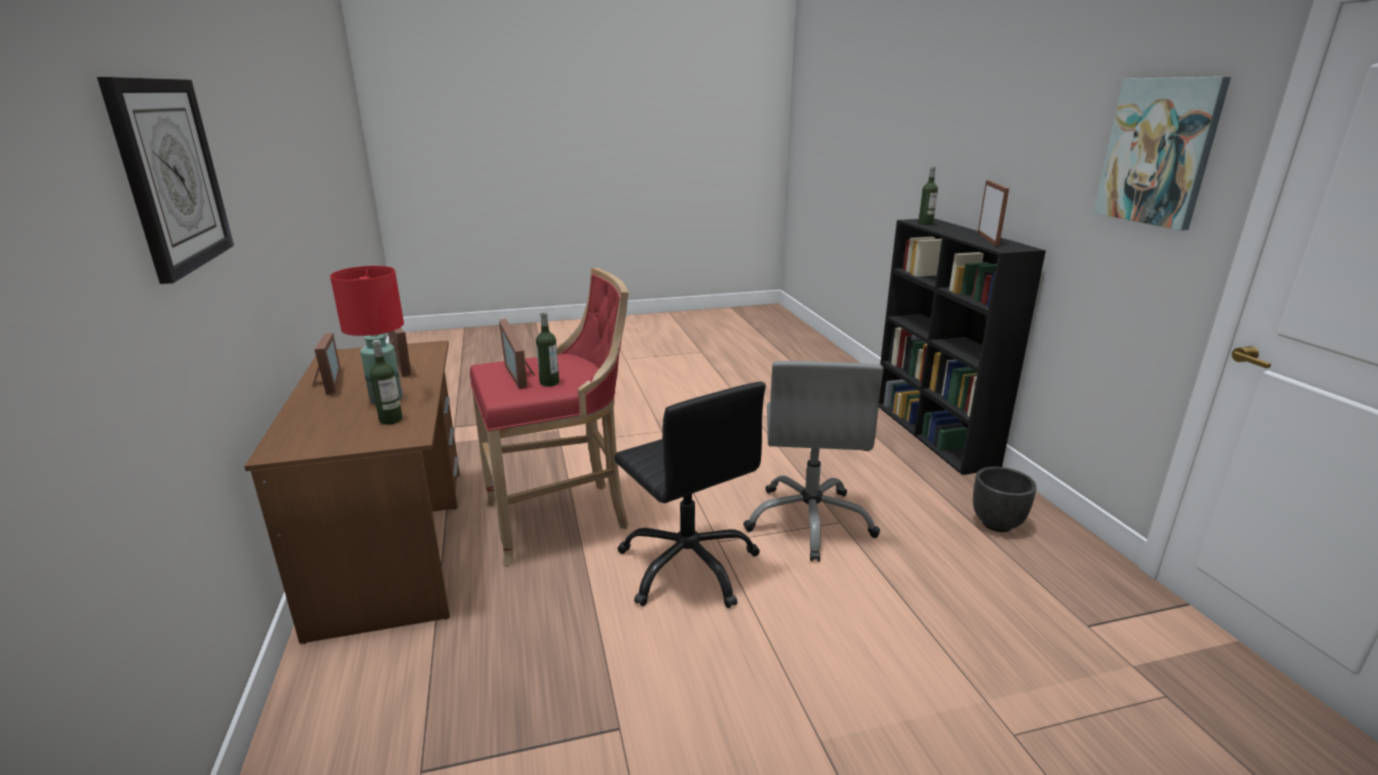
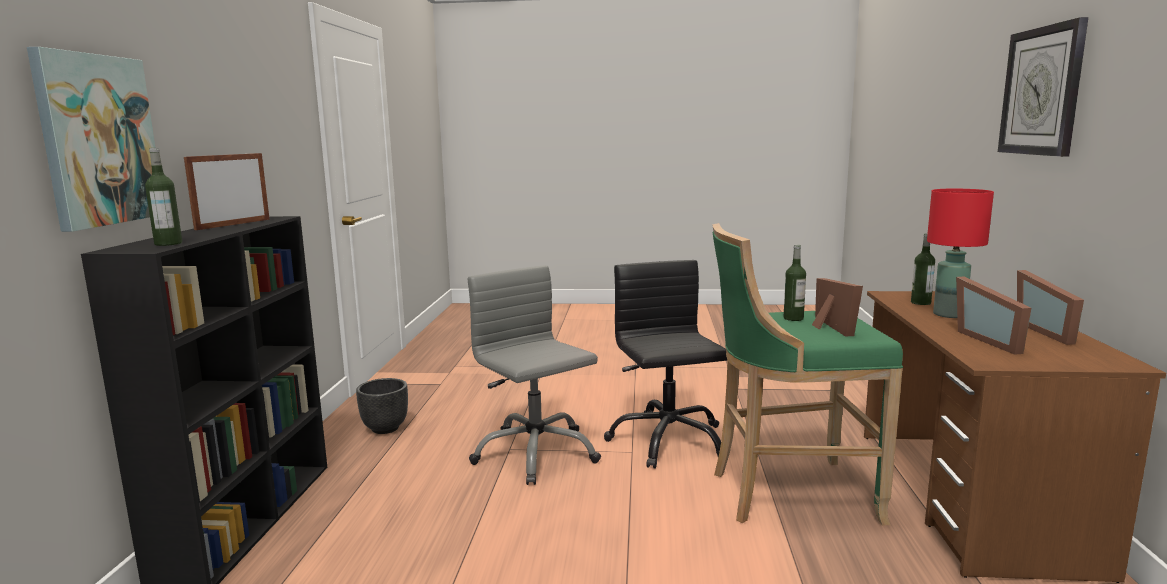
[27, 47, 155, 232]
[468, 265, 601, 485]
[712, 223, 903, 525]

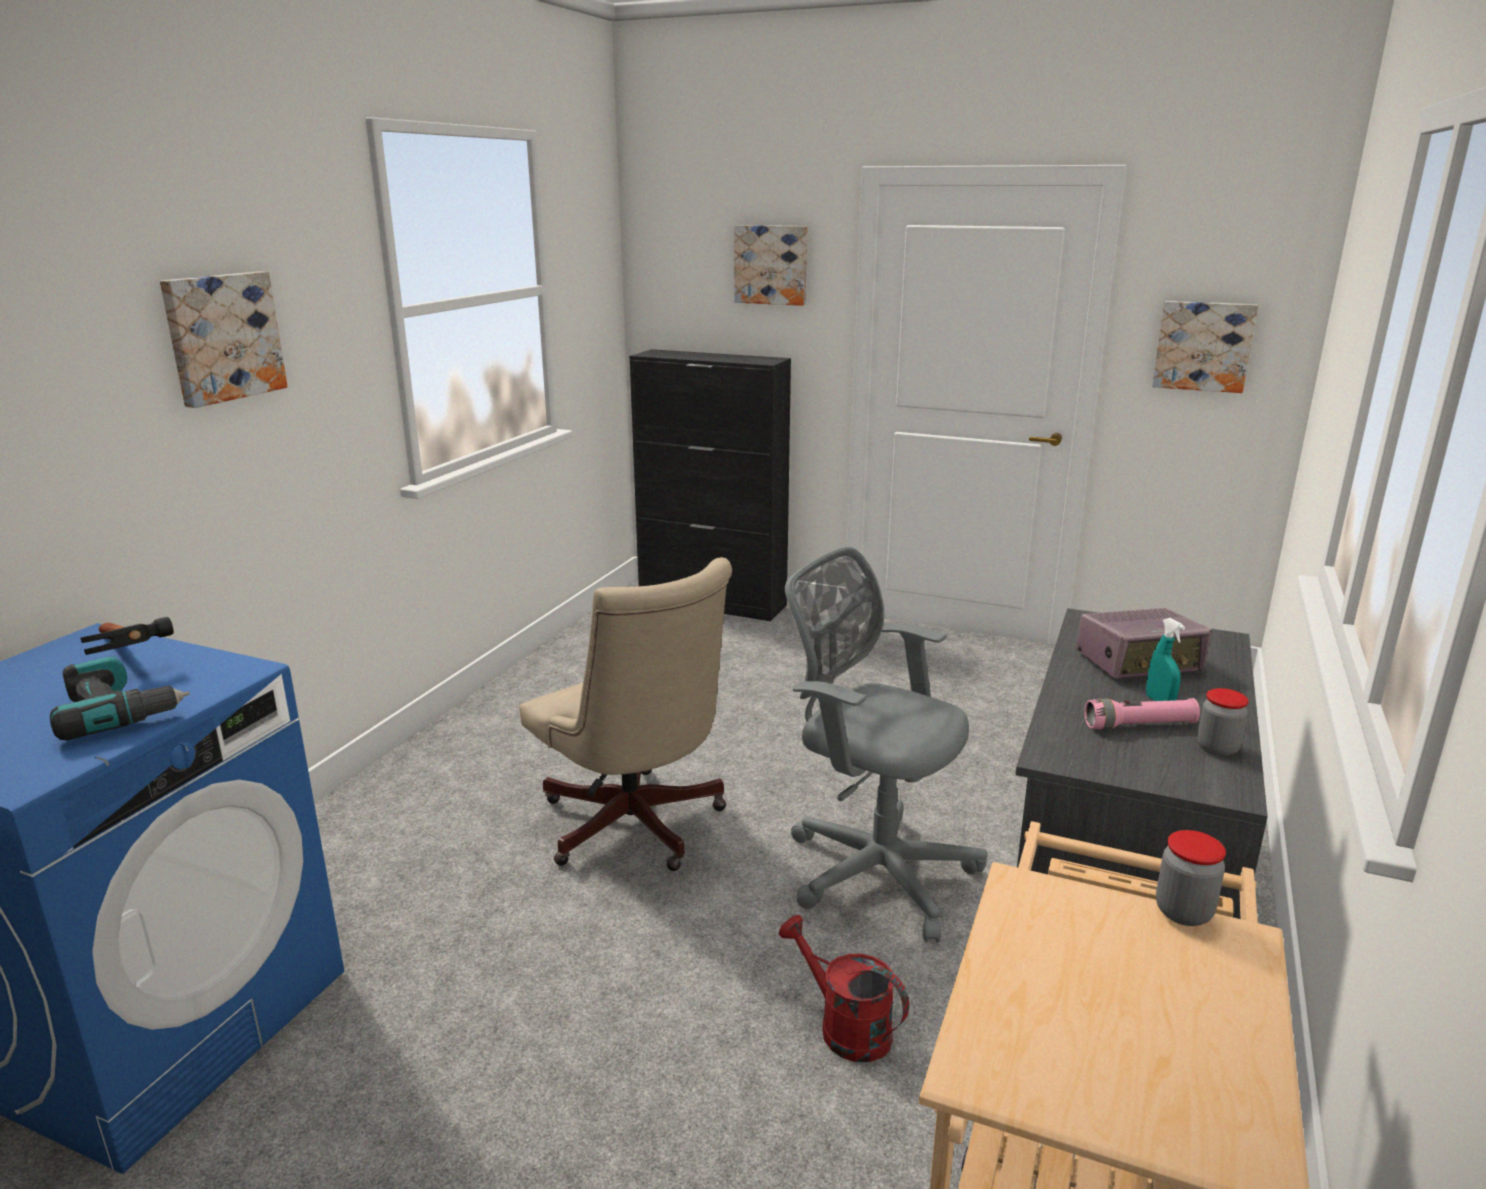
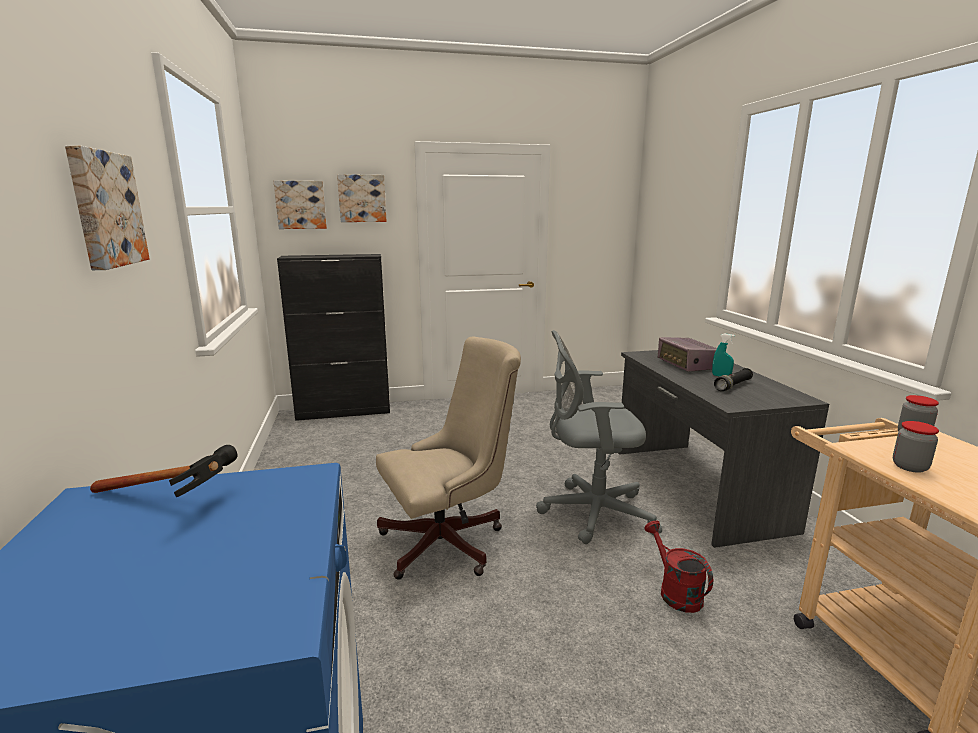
[274, 180, 327, 229]
[376, 337, 521, 580]
[644, 521, 713, 613]
[658, 337, 717, 372]
[714, 368, 753, 391]
[893, 421, 939, 473]
[50, 656, 190, 740] (first image)

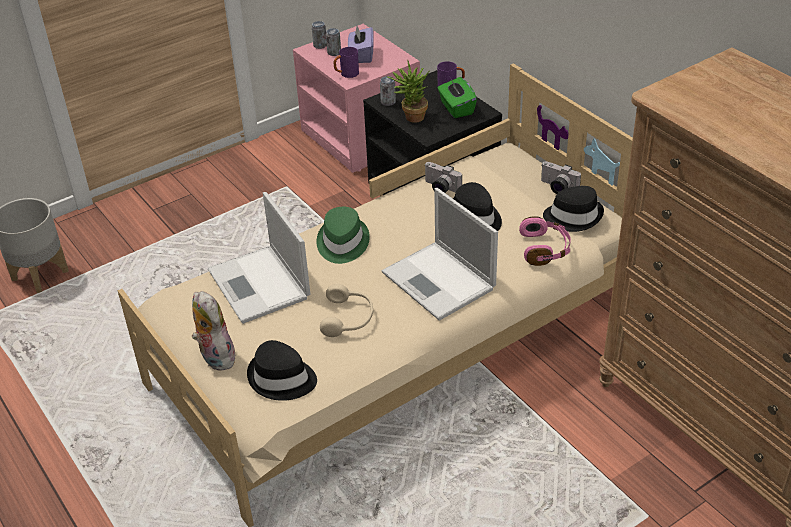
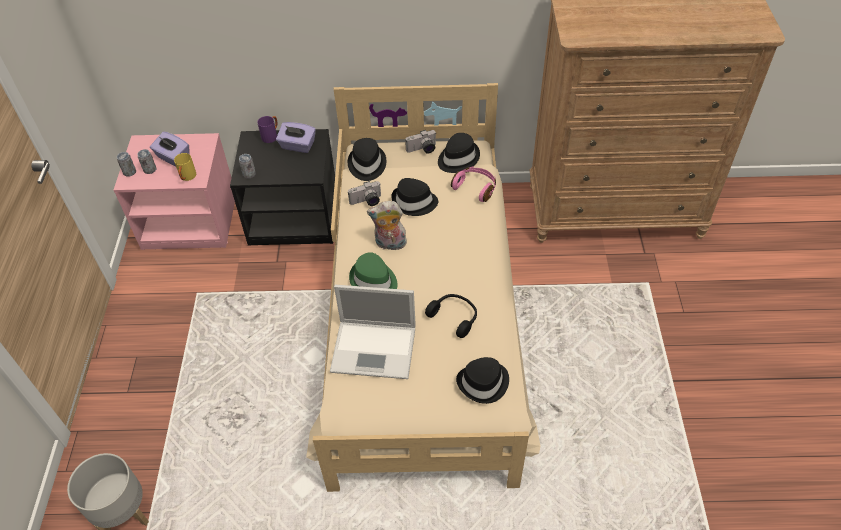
[174, 153, 196, 181]
[276, 122, 316, 153]
[348, 138, 386, 181]
[367, 201, 407, 250]
[425, 294, 477, 338]
[382, 188, 498, 321] (first image)
[387, 60, 429, 123] (first image)

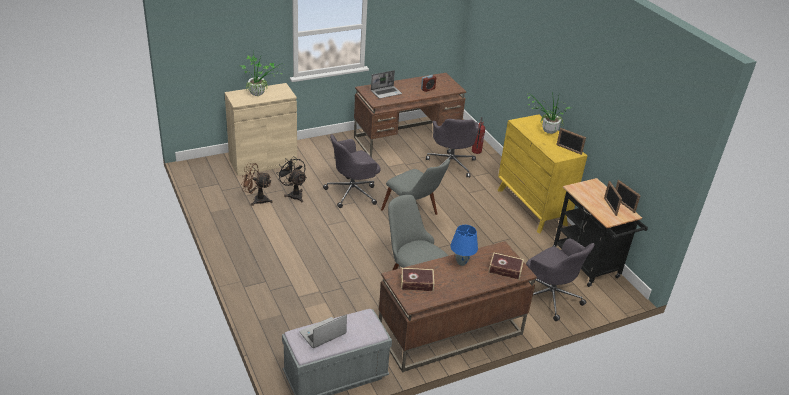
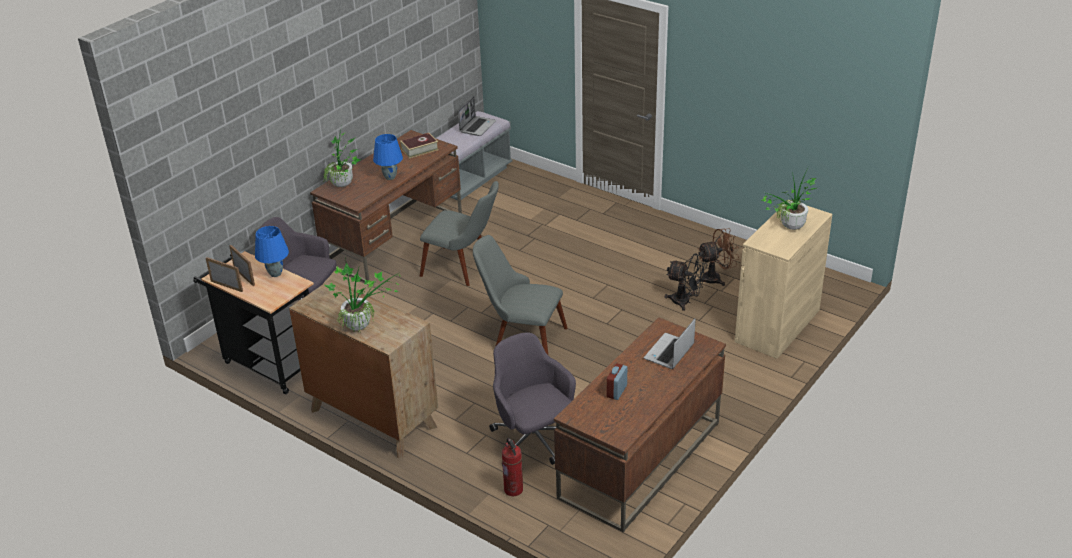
[255, 226, 289, 277]
[289, 279, 438, 458]
[324, 126, 360, 187]
[323, 134, 381, 208] (first image)
[556, 128, 586, 155] (first image)

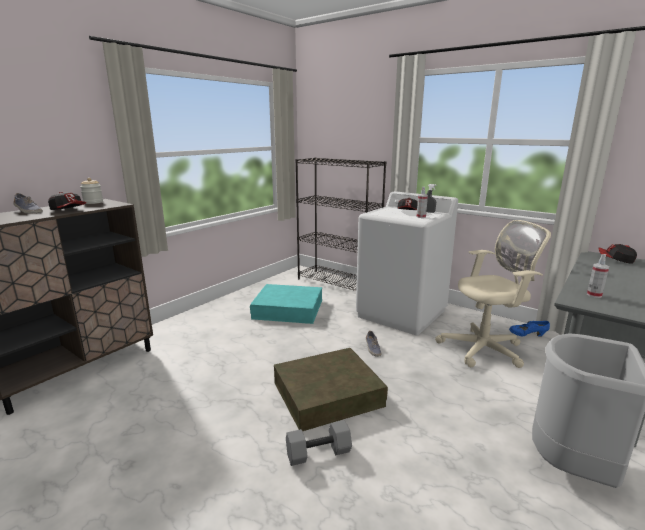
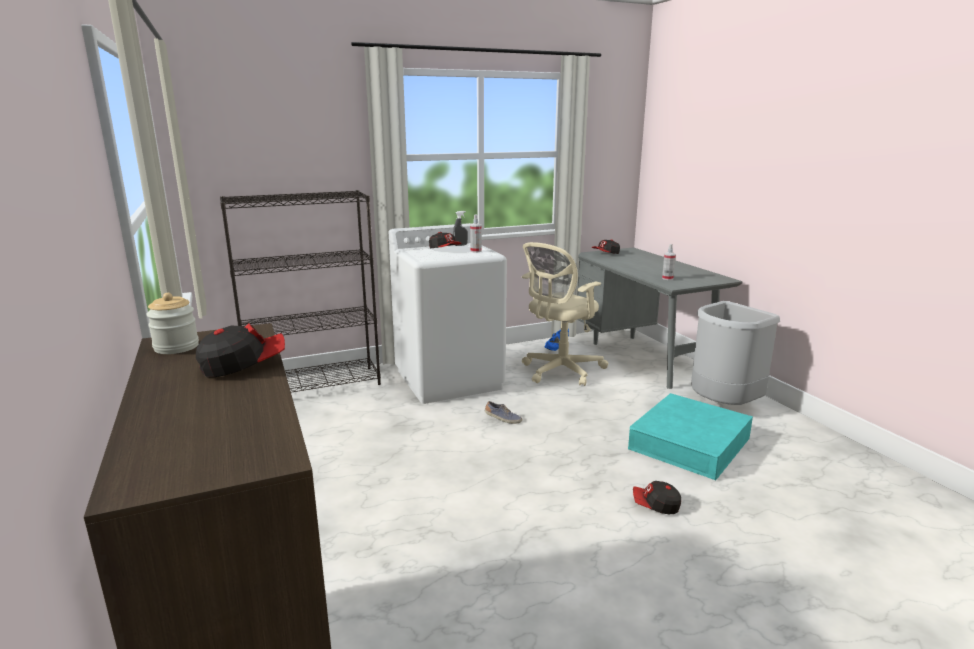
[522, 242, 608, 386]
[628, 393, 753, 480]
[633, 481, 681, 514]
[13, 193, 43, 214] (first image)
[274, 348, 388, 431] (first image)

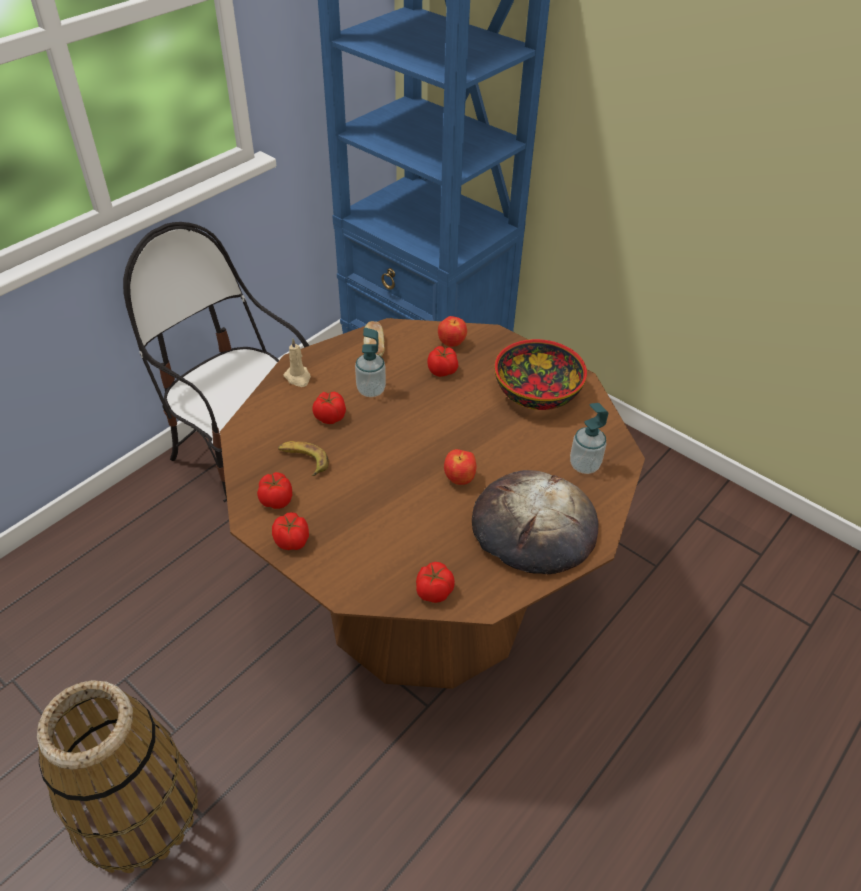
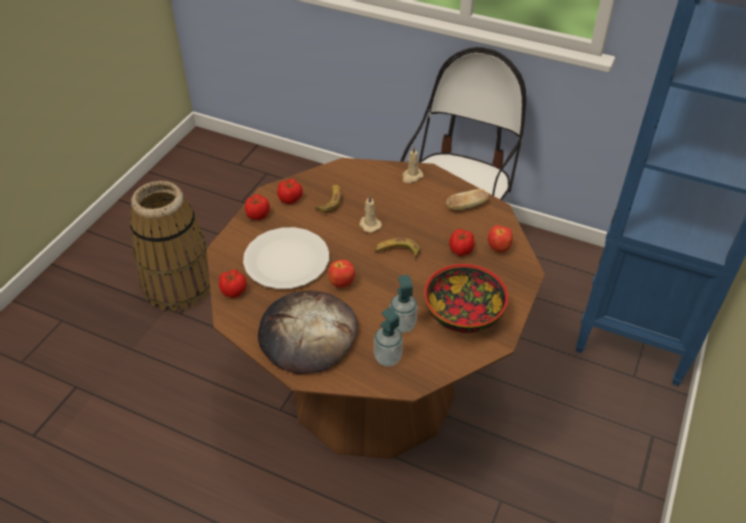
[243, 227, 329, 289]
[359, 195, 382, 233]
[375, 237, 420, 258]
[390, 275, 418, 333]
[312, 391, 346, 424] (first image)

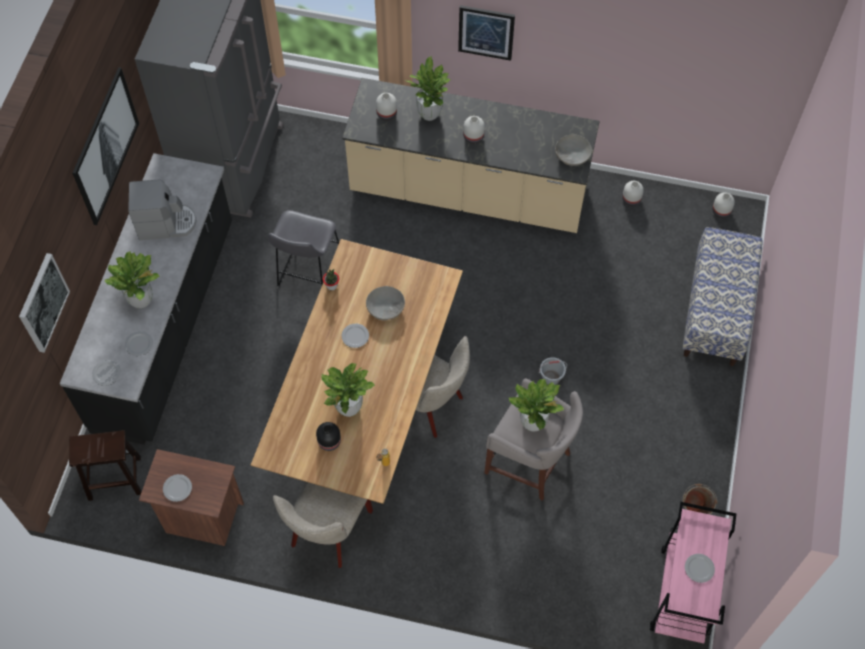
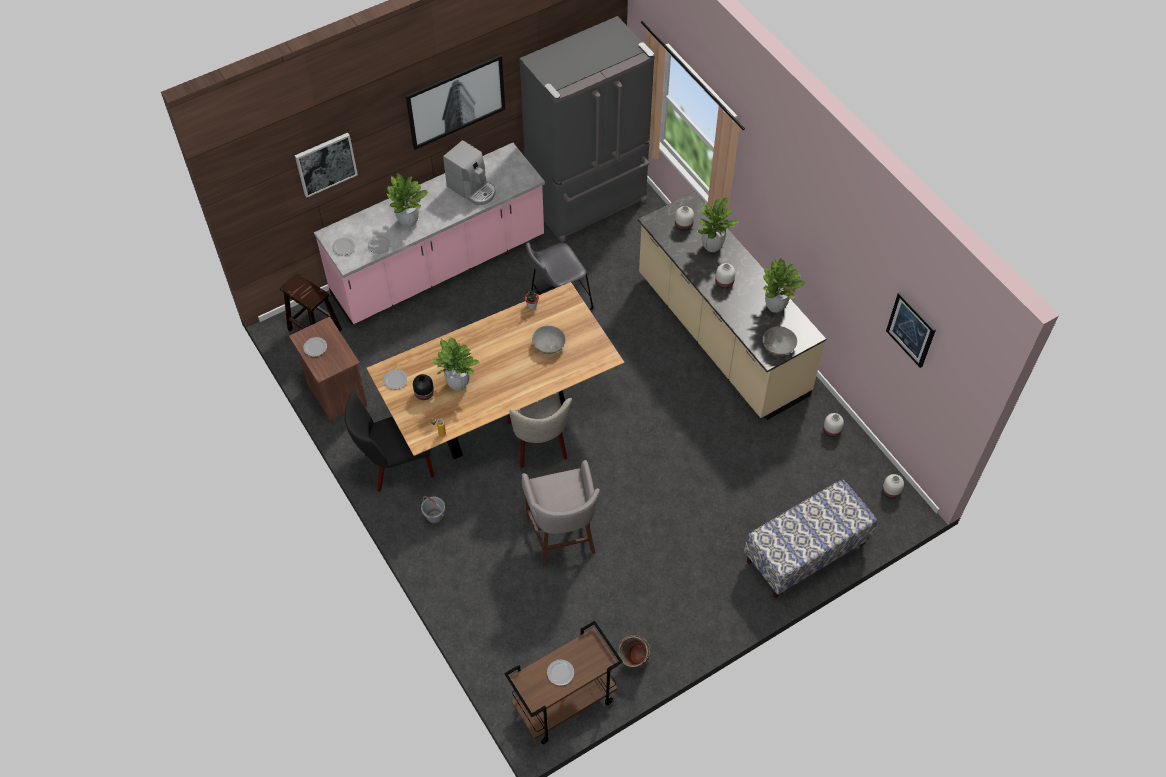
[314, 143, 545, 325]
[345, 392, 434, 492]
[383, 369, 408, 389]
[421, 496, 445, 524]
[504, 621, 623, 744]
[763, 258, 806, 313]
[886, 292, 936, 368]

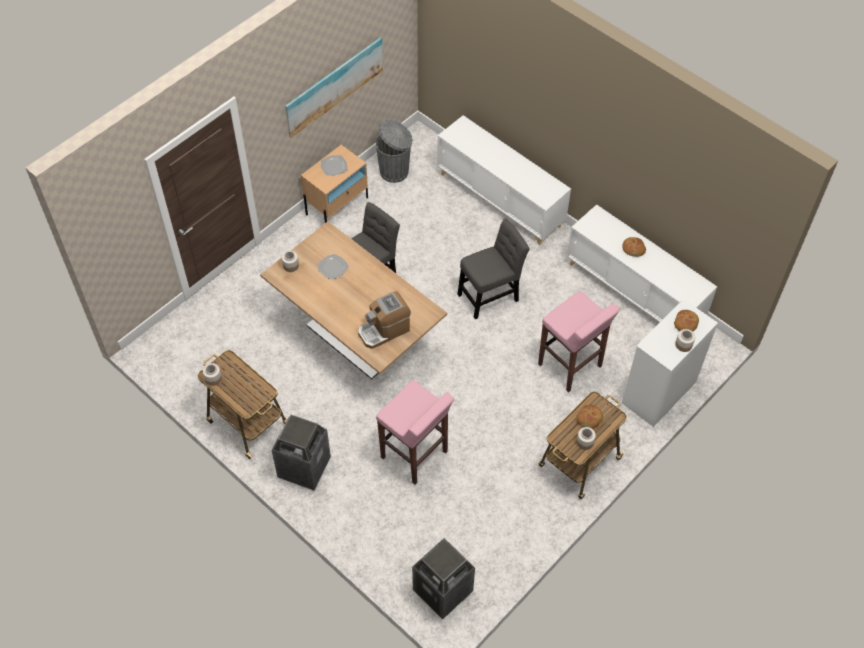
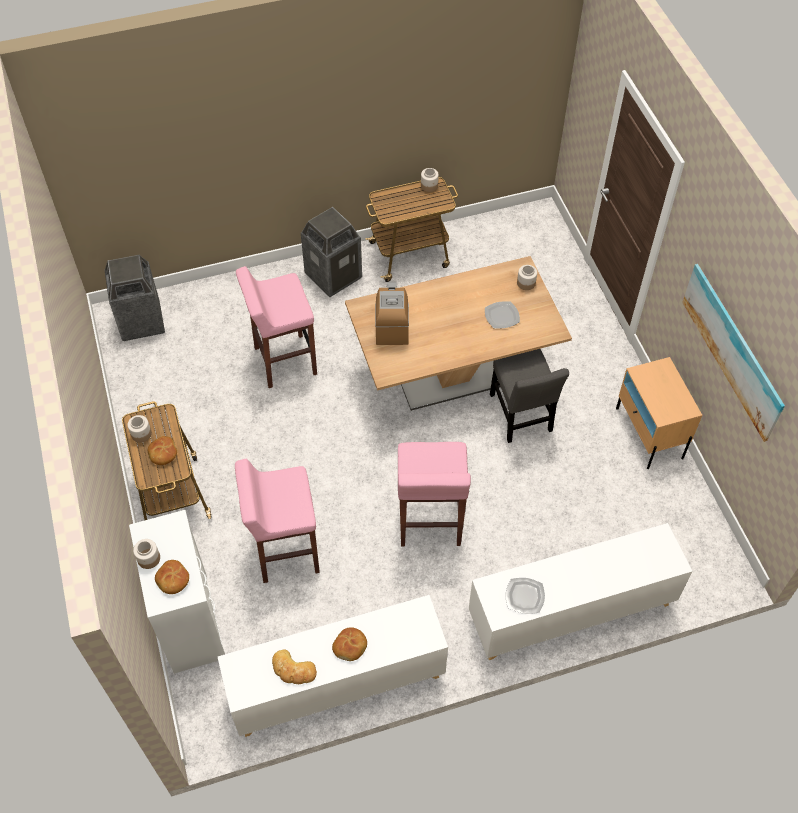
[272, 650, 317, 684]
[398, 442, 471, 546]
[506, 578, 545, 614]
[376, 119, 413, 183] (first image)

